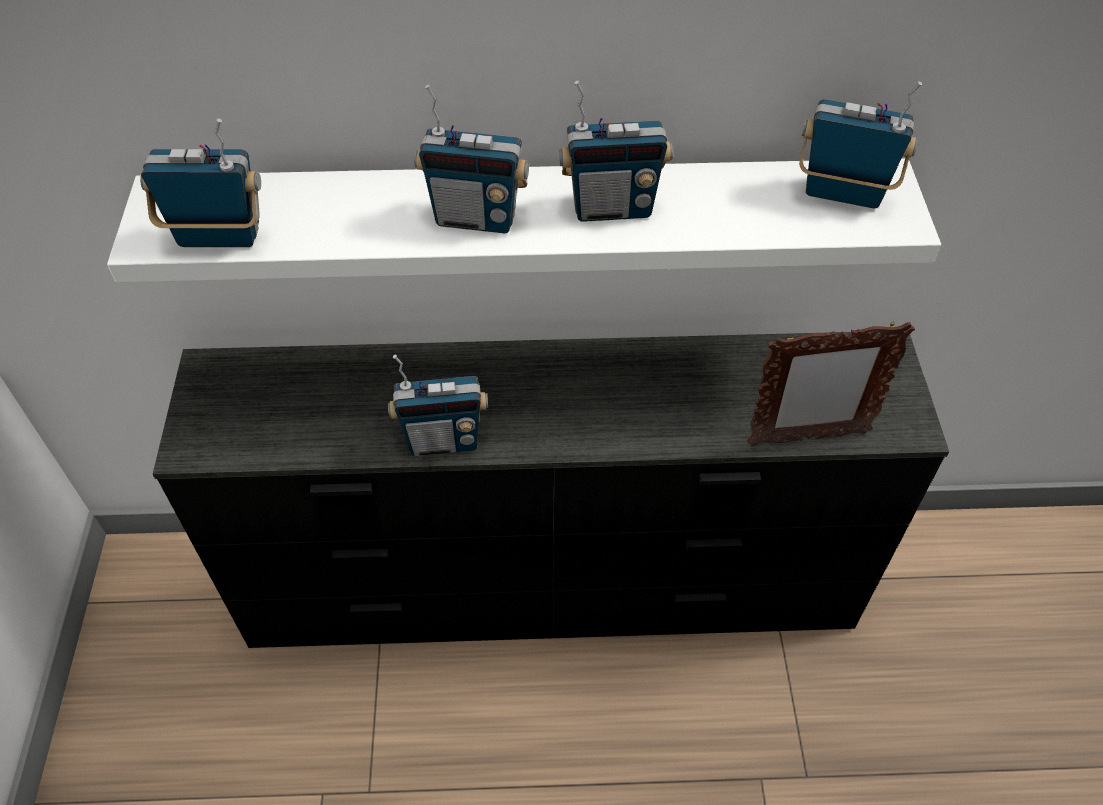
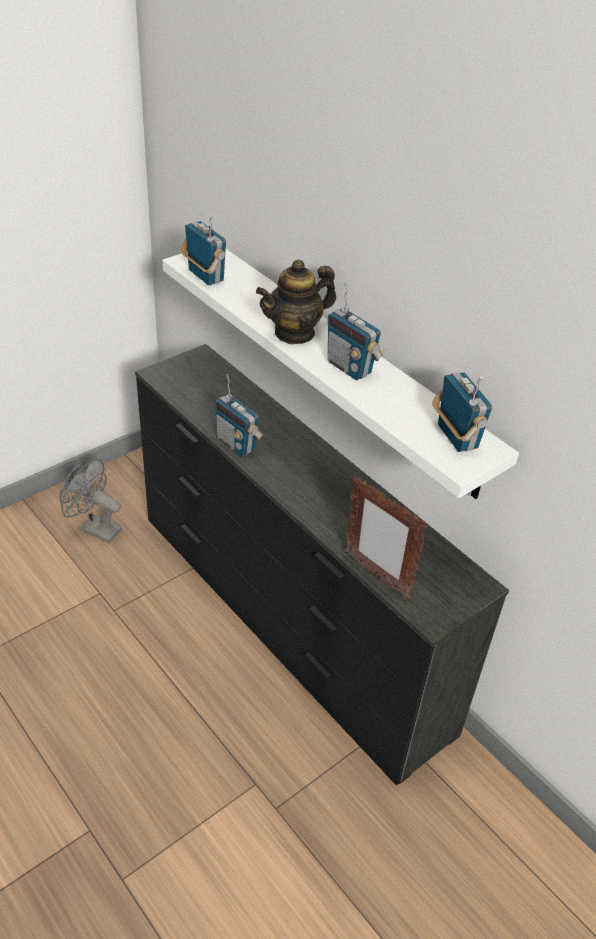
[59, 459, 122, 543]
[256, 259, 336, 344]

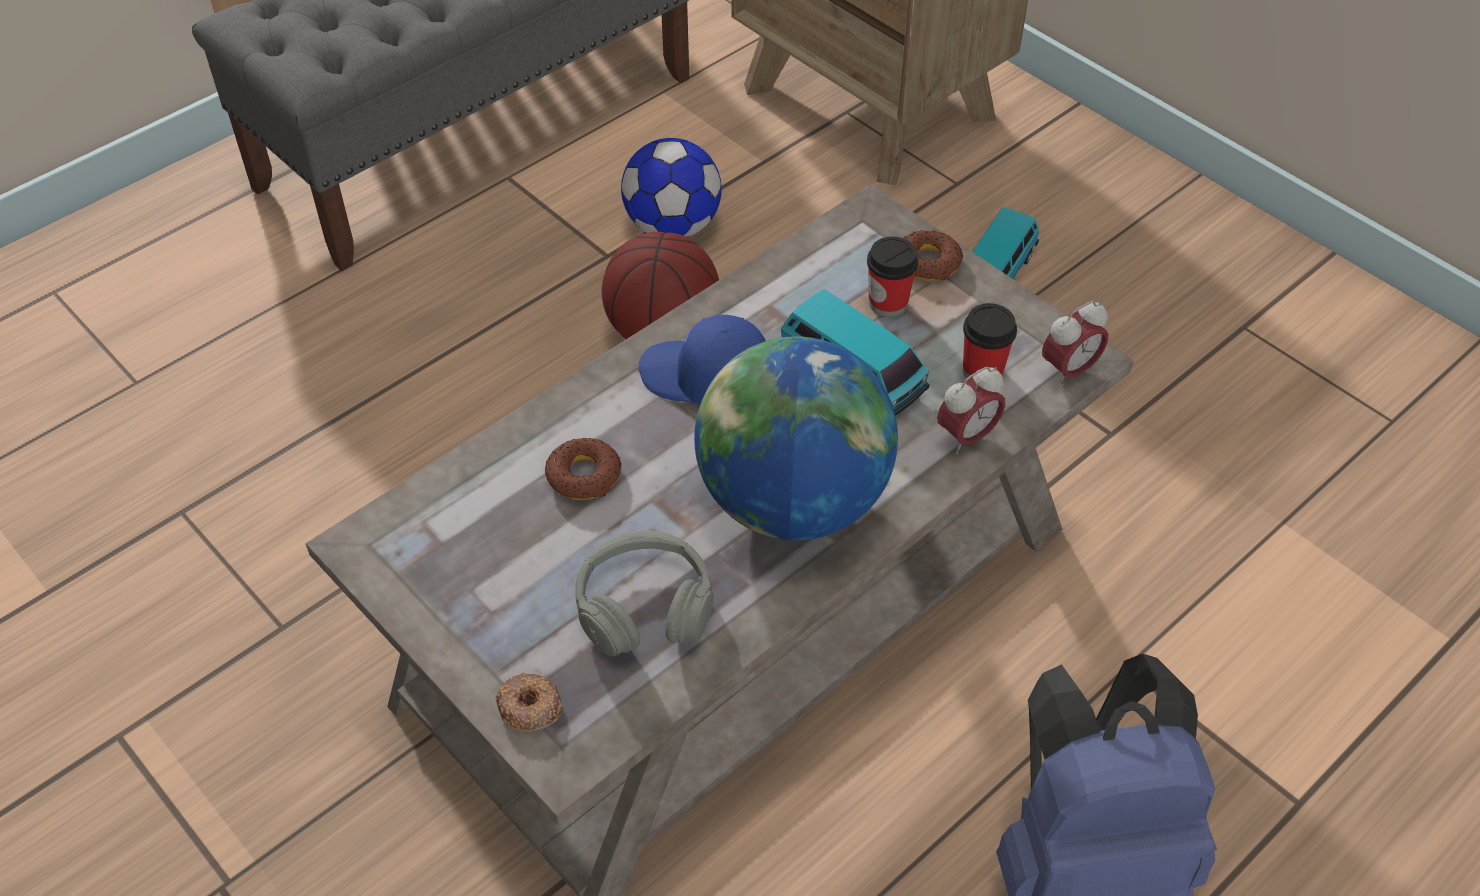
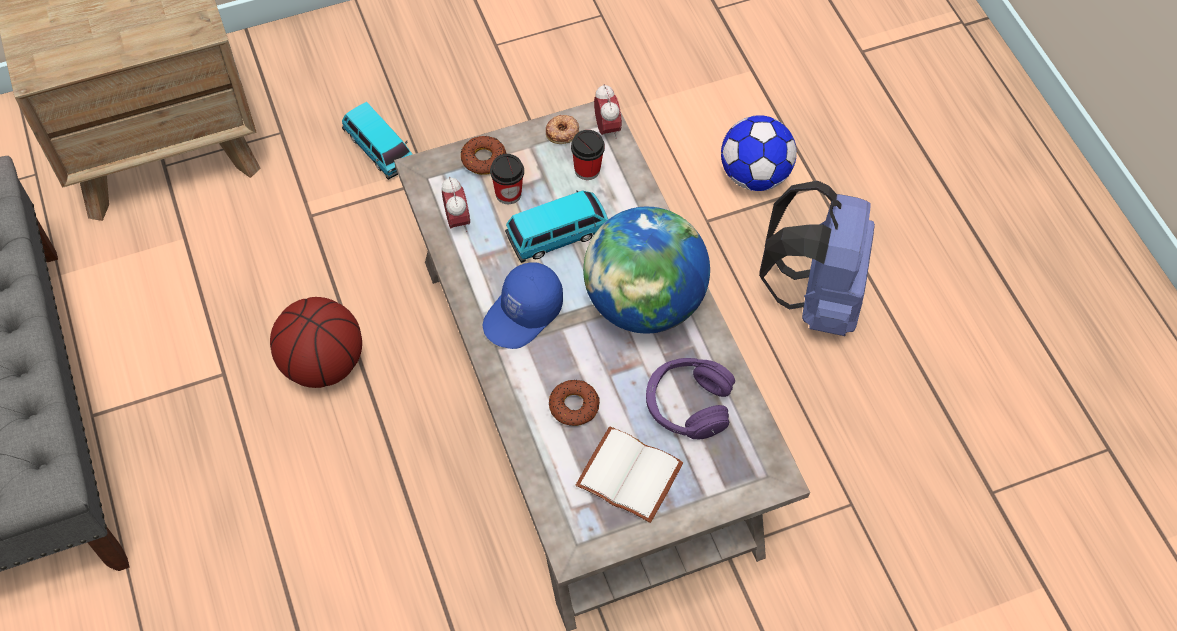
[442, 177, 470, 232]
[546, 115, 579, 144]
[576, 427, 683, 523]
[646, 358, 735, 439]
[721, 115, 797, 191]

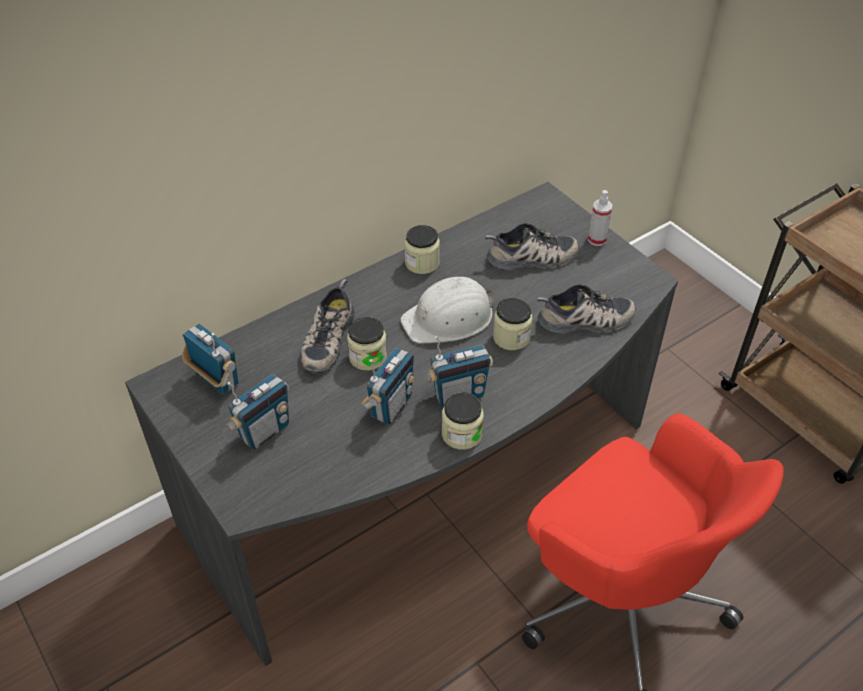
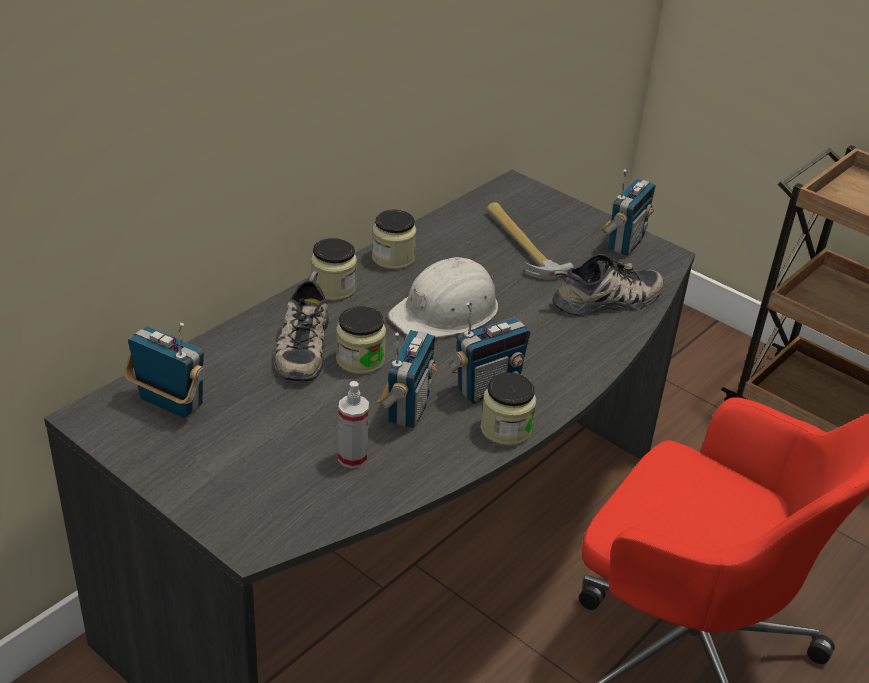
[311, 238, 357, 301]
[338, 381, 369, 468]
[487, 202, 574, 280]
[602, 169, 656, 256]

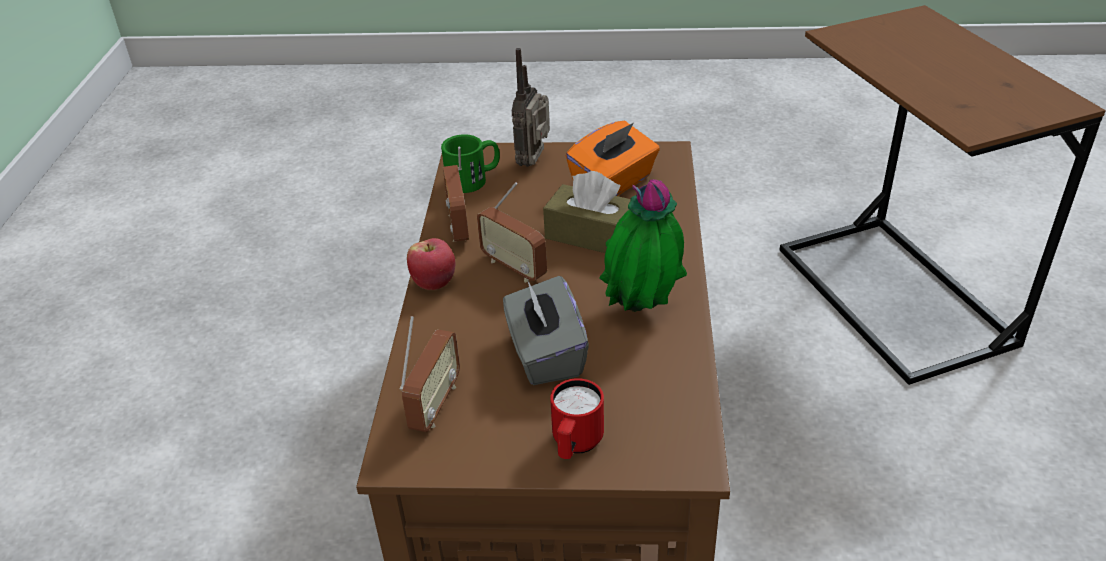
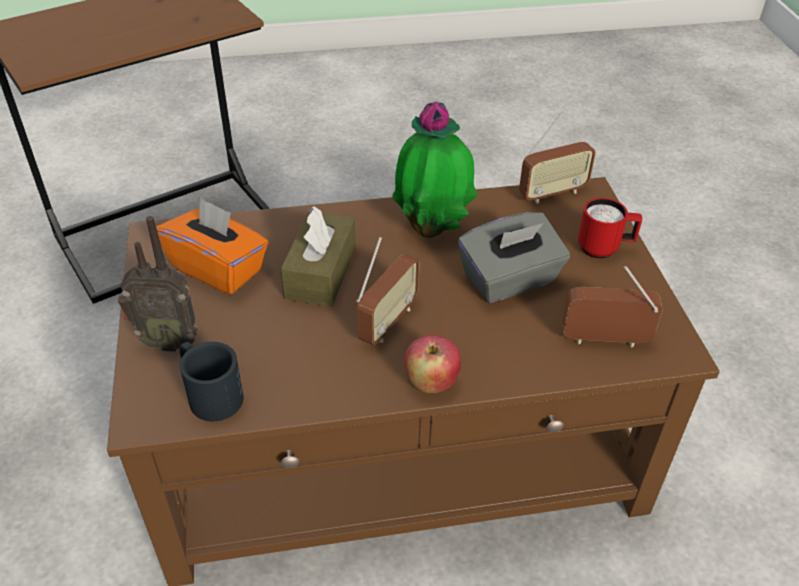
[180, 341, 244, 422]
[519, 112, 596, 204]

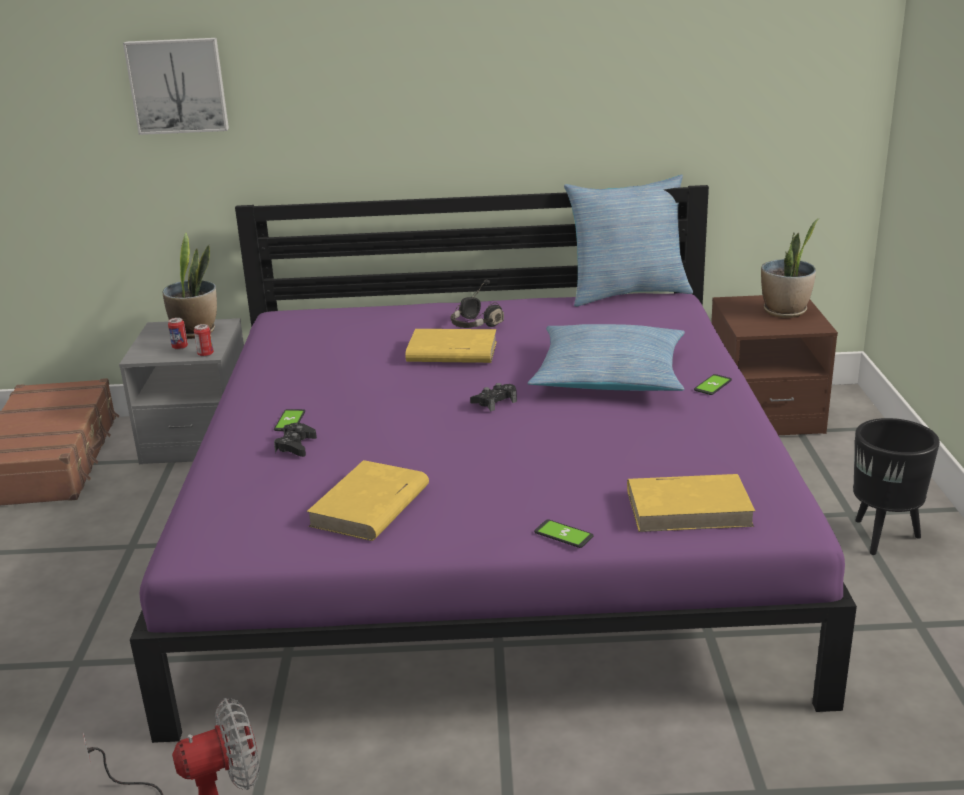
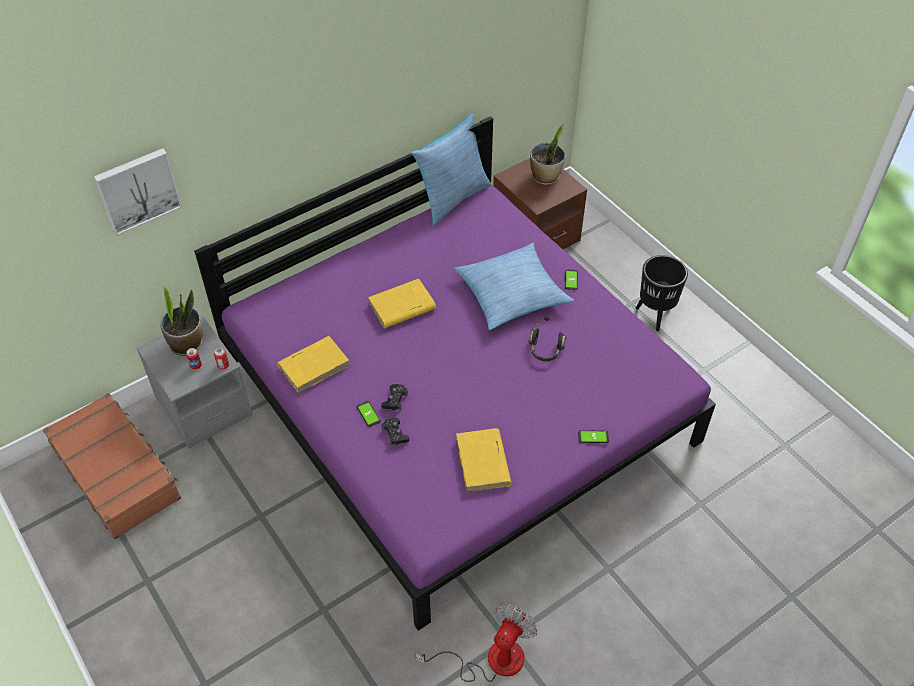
[277, 336, 350, 393]
[381, 384, 408, 411]
[529, 317, 566, 361]

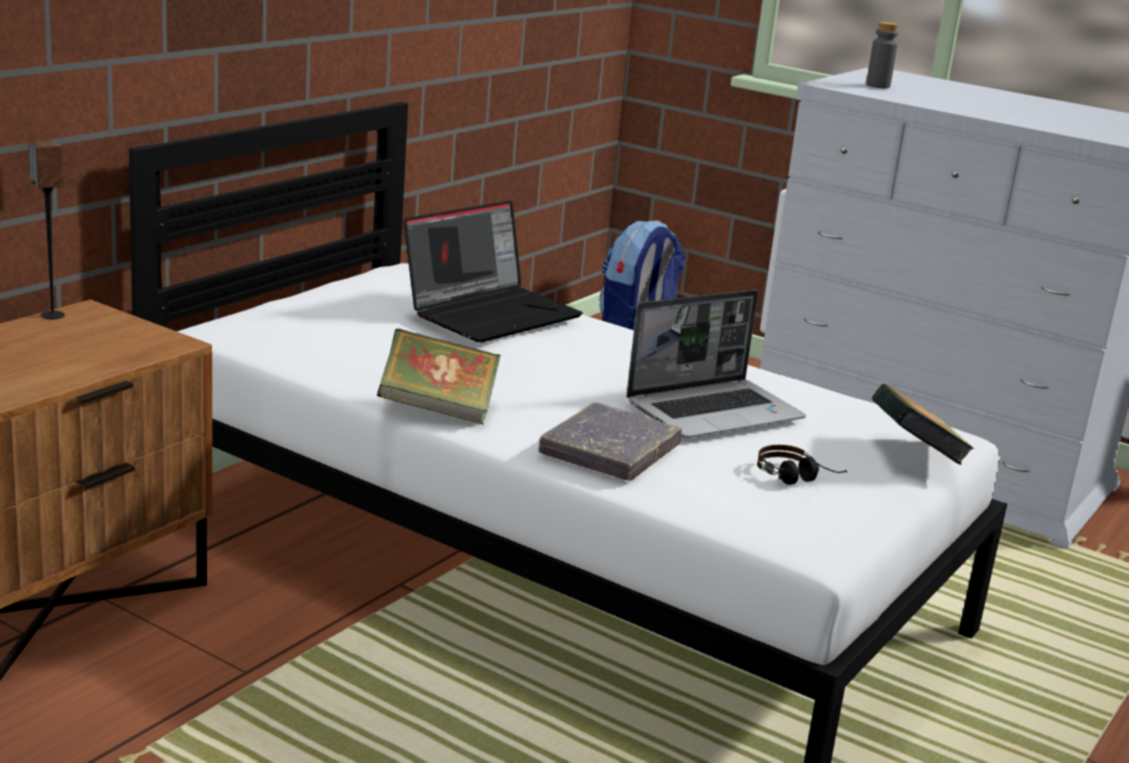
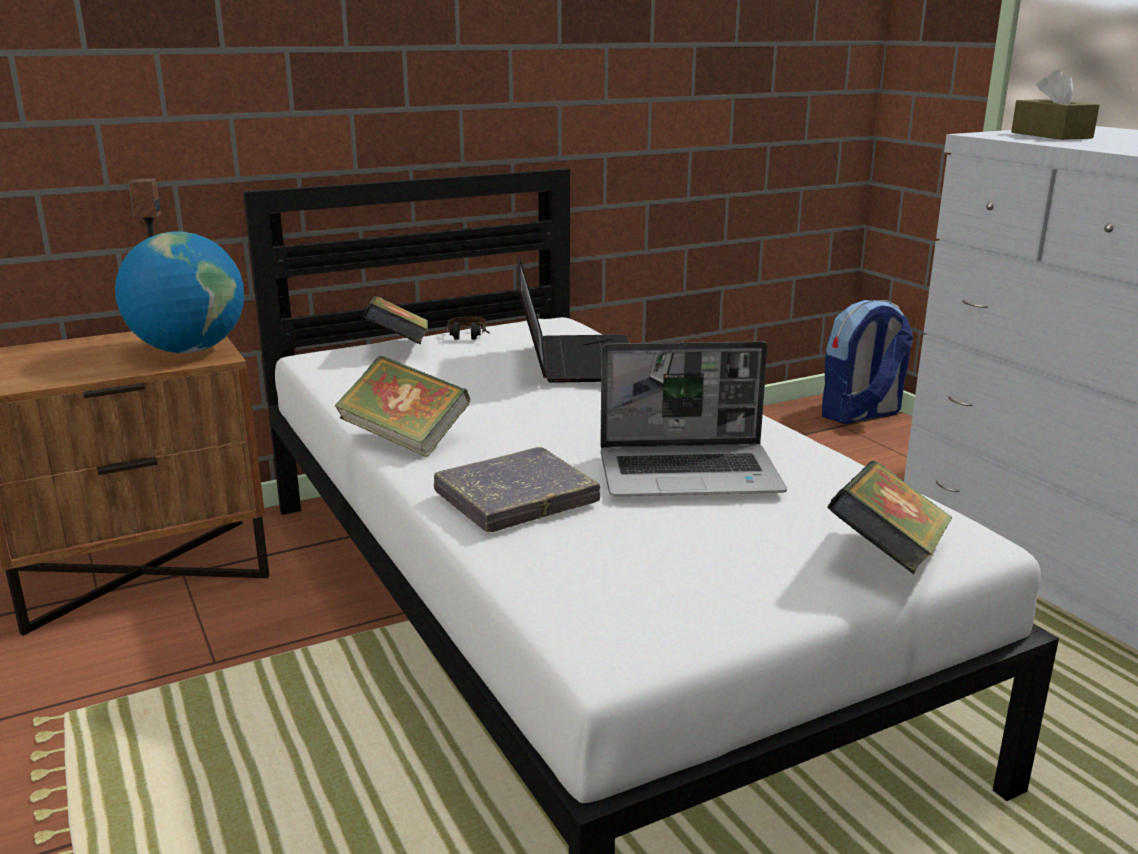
[115, 232, 244, 353]
[363, 296, 429, 344]
[447, 316, 490, 340]
[517, 256, 629, 383]
[1011, 69, 1099, 140]

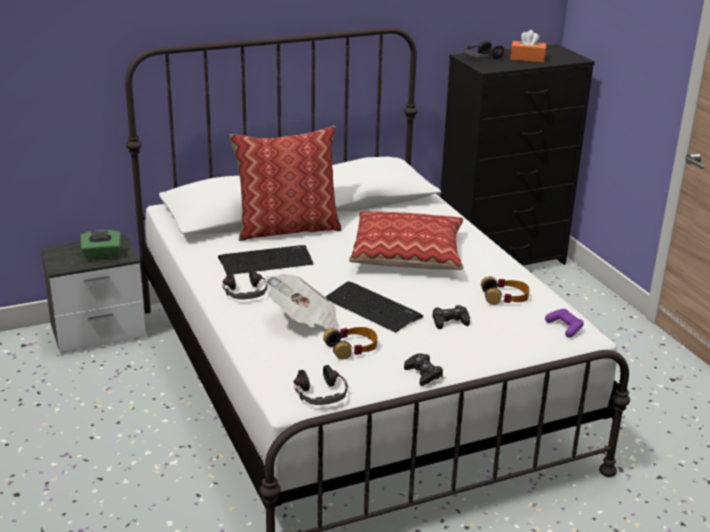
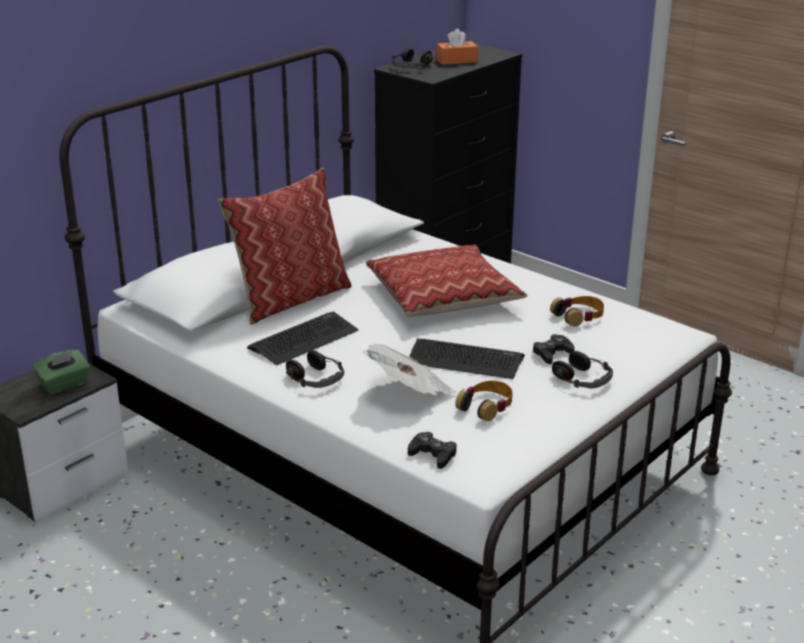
[408, 432, 457, 469]
[552, 351, 613, 388]
[545, 309, 584, 338] (first image)

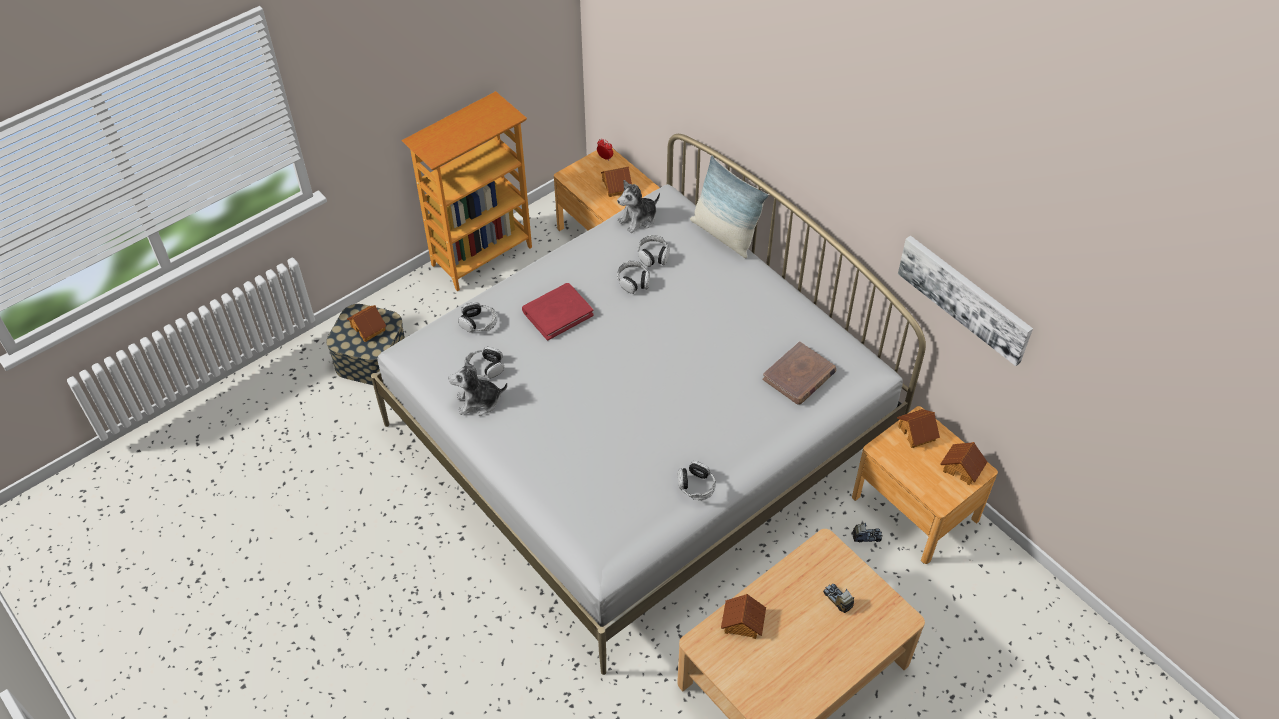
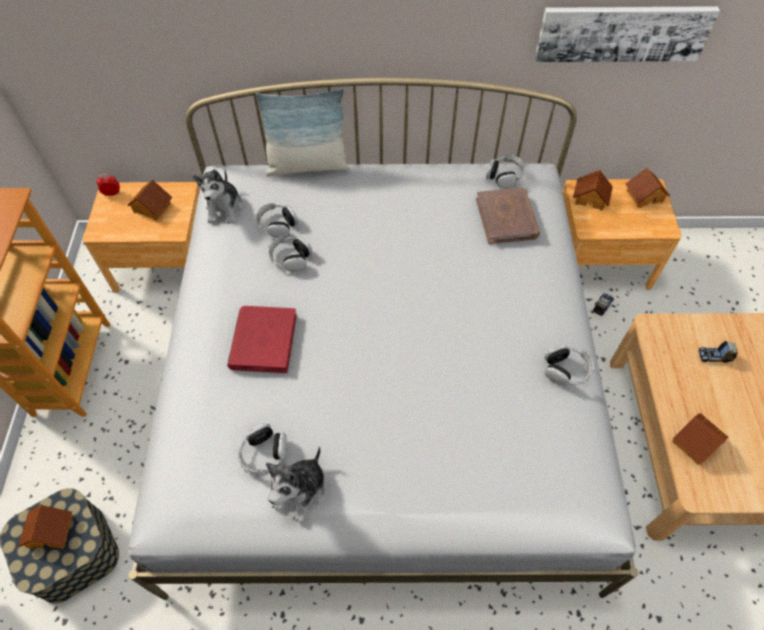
[486, 155, 525, 188]

